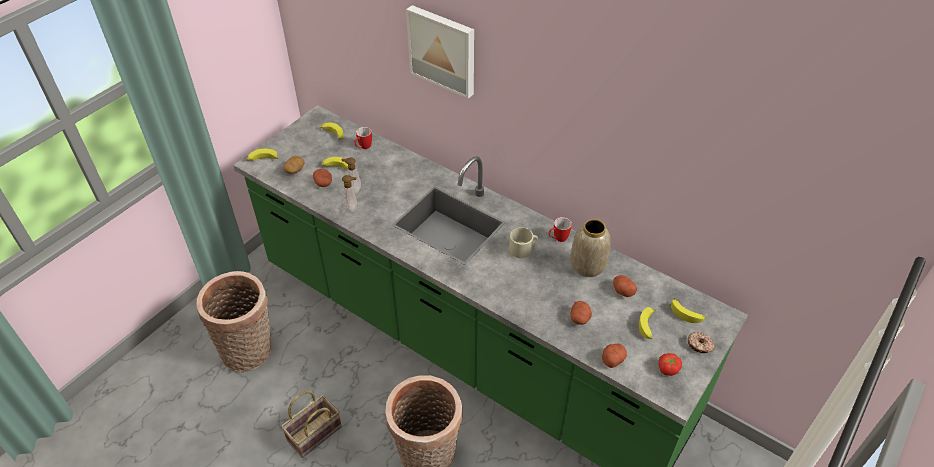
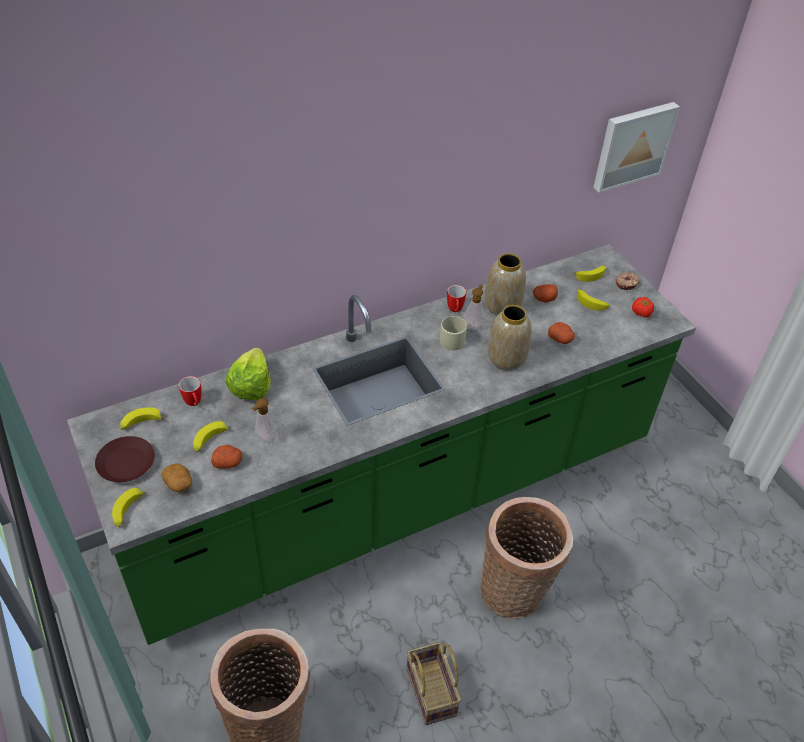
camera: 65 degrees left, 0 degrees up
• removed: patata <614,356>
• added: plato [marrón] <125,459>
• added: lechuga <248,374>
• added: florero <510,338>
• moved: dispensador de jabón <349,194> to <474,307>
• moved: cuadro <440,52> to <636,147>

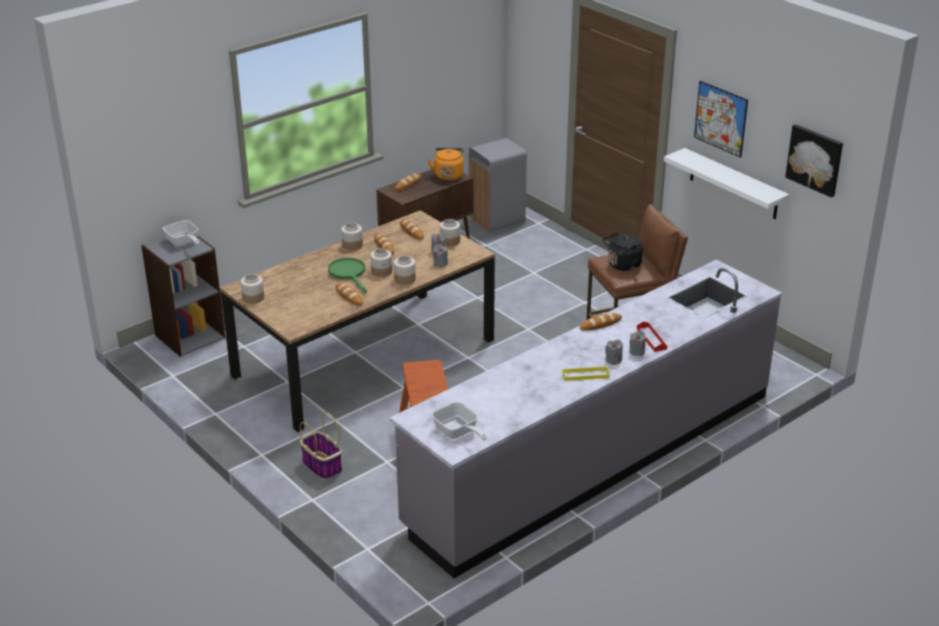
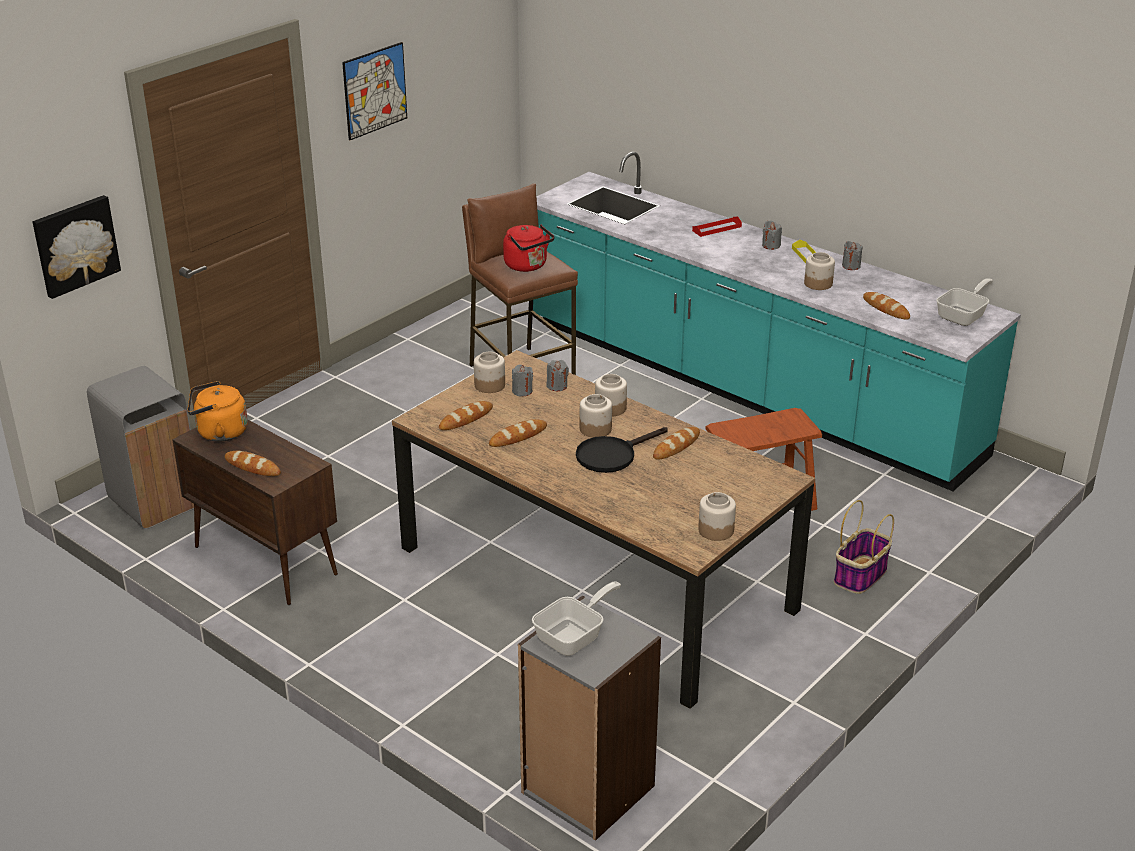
camera: 100 degrees left, 0 degrees up
• removed: estante [blanco] <726,183>
• moved: tarro <352,236> to <819,271>
• moved: pan <601,322> to <886,306>
• moved: vela [gris] <637,343> to <852,255>
• moved: cuadro <814,160> to <76,247>
• recoloured: sartén [verde] <347,275> to sartén [negro] <622,450>
• recoloured: mueble bajo de cocina [gris] <586,419> to mueble bajo de cocina [turquesa] <777,321>
• recoloured: hervidor [negro] <623,251> to hervidor [rojo] <528,248>

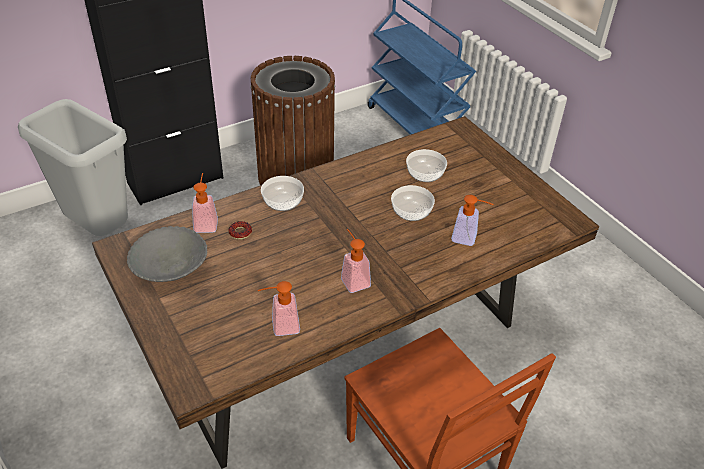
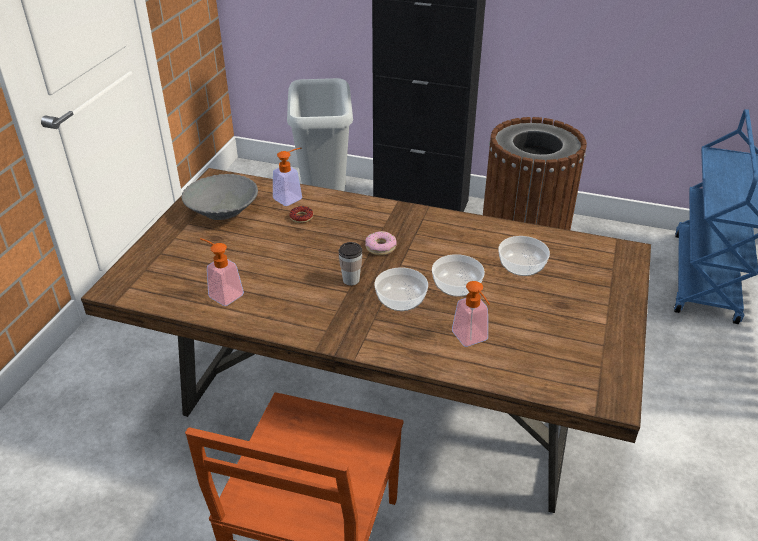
camera: 50 degrees right, 5 degrees down
• removed: dispensador de jabón <356,261>
• added: taza <350,263>
• added: rosquilla <381,243>
• moved: cuenco <282,193> to <401,289>

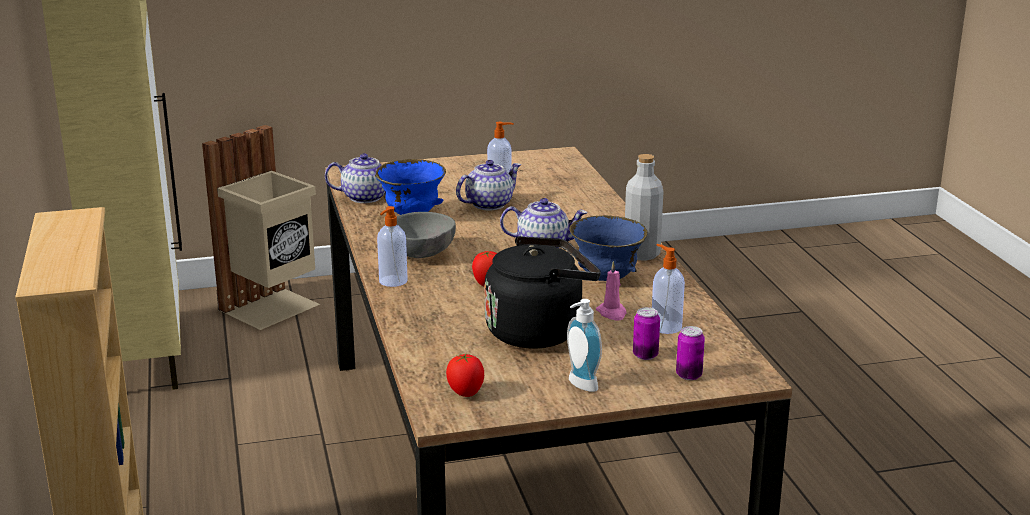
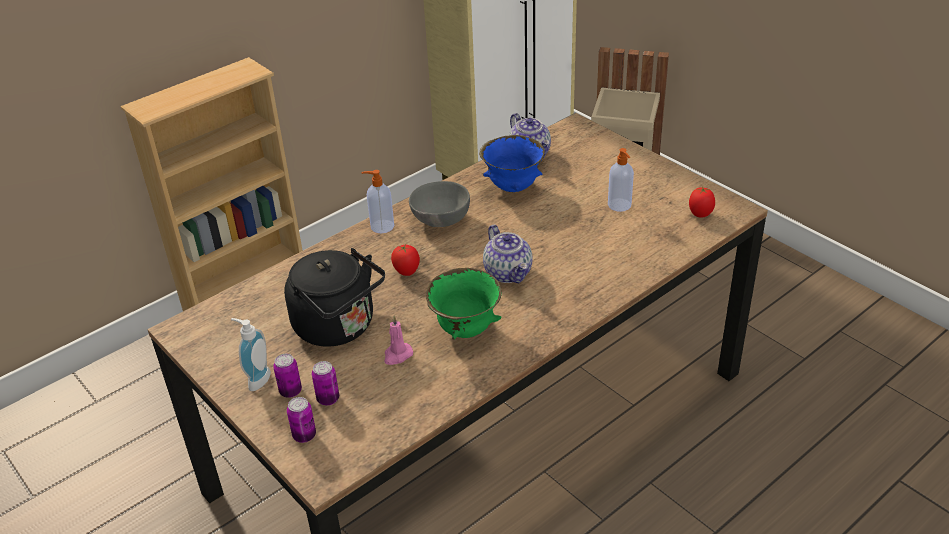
camera: 65 degrees right, 15 degrees up
• removed: tetera <489,185>
• removed: botella [gris] <644,207>
• removed: dispensador de jabón <668,289>
• added: lata <287,376>
• moved: tomate <465,375> to <702,201>
• recoloured: cuenco [azul] <608,248> to cuenco [verde] <464,304>

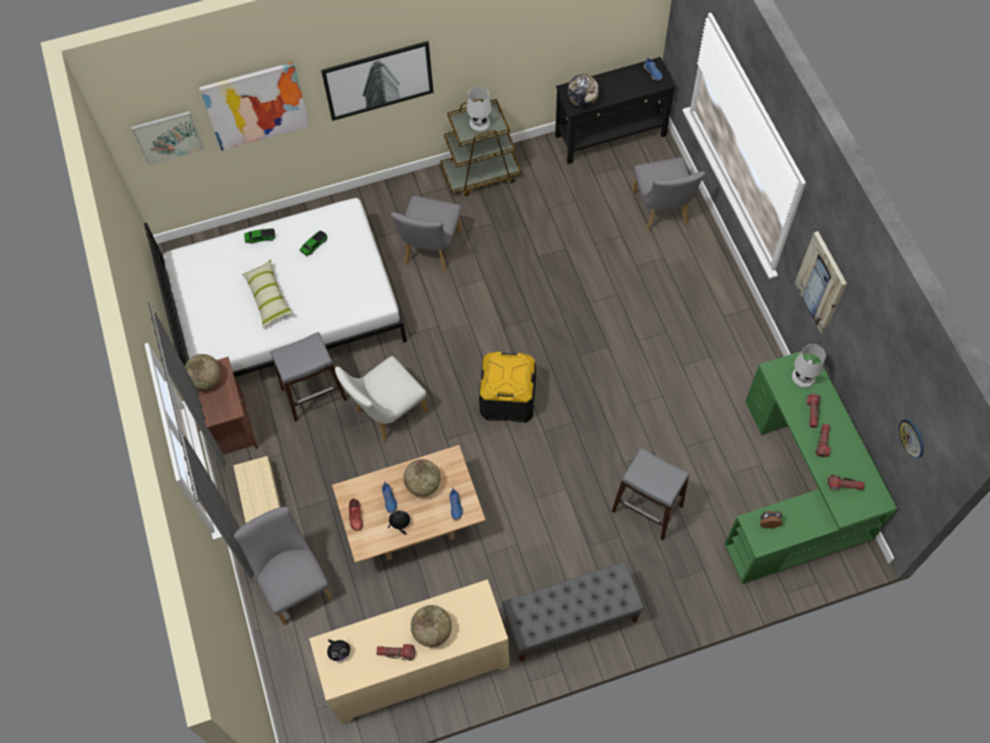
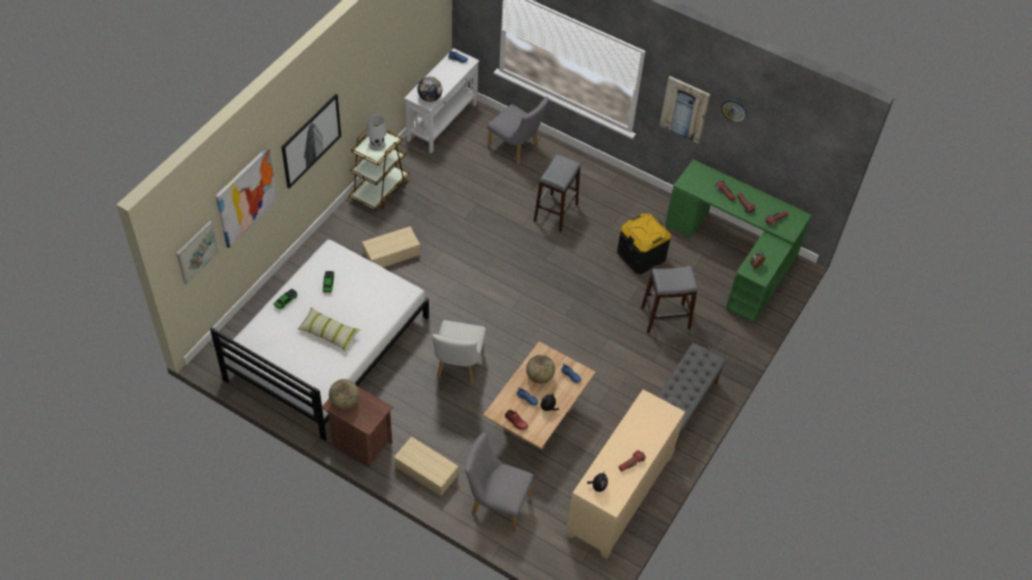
camera: 45 degrees left, 10 degrees down
• removed: globo terráqueo <431,626>
• removed: lámpara de mesa [blanco] <809,366>
• moved: taburete [gris] <308,377> to <557,193>
• moved: caja de almacenaje [negro] <507,387> to <644,243>
• moved: reloj de pared <911,439> to <734,111>
• replaced: silla [gris] <426,233> to caja de almacenaje [beis] <391,246>
• recoloured: mesa consola [negro] <615,110> to mesa consola [blanco] <441,100>

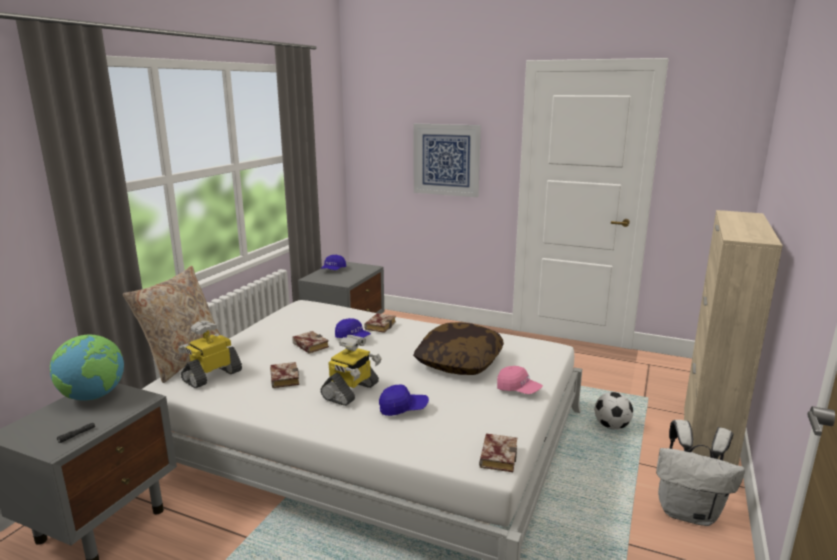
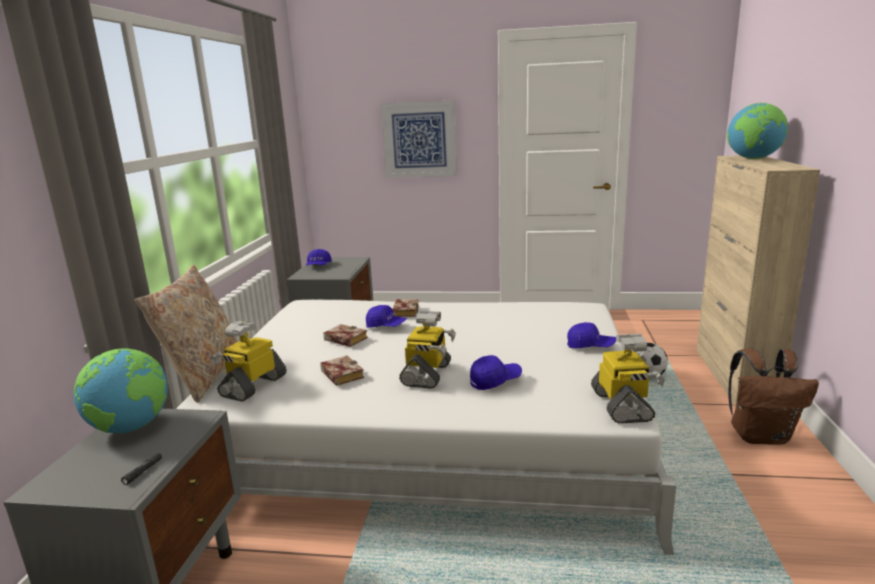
camera: 15 degrees left, 0 degrees up
• removed: cojín <458,348>
• added: globo terráqueo <757,131>
• replaced: libro <498,452> to robot de juguete <628,378>
• recoloured: gorra [rosa] <520,380> to gorra [azul] <592,335>
• recoloured: mochila [blanco] <700,473> to mochila [marrón] <773,397>

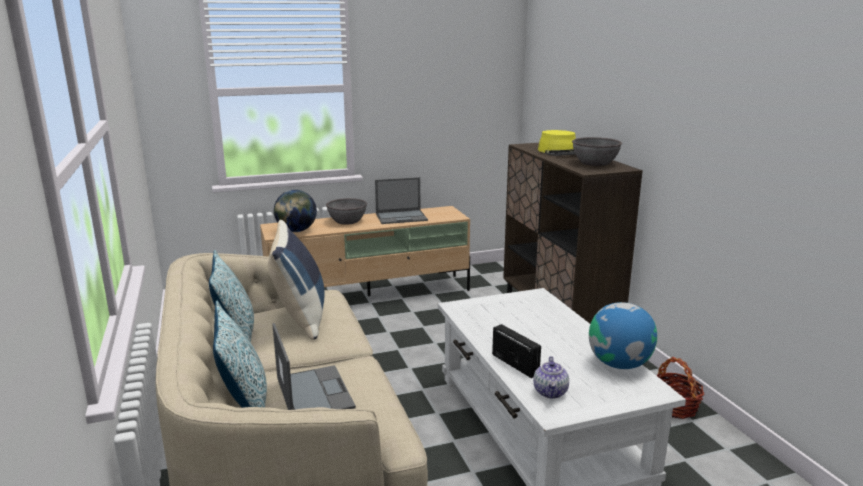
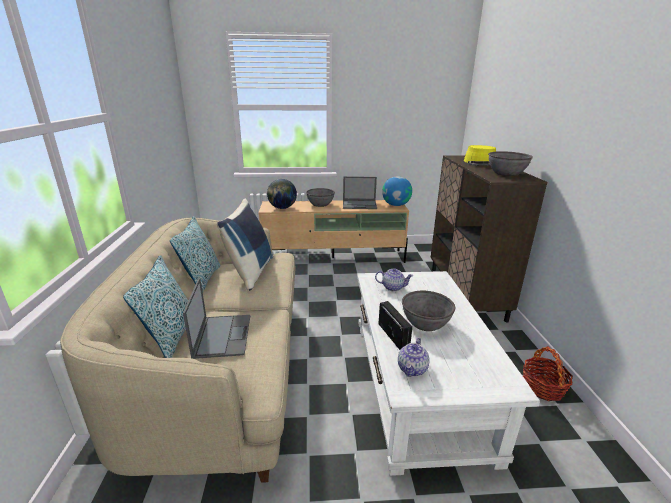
camera: 15 degrees right, 5 degrees up
• added: tetera <394,279>
• added: cuenco [gris] <428,311>
• moved: globo terráqueo <623,335> to <397,191>

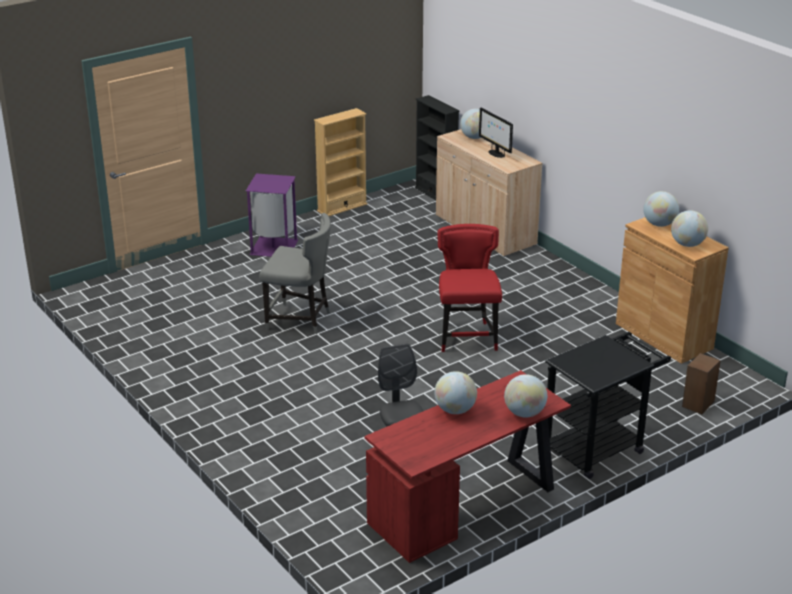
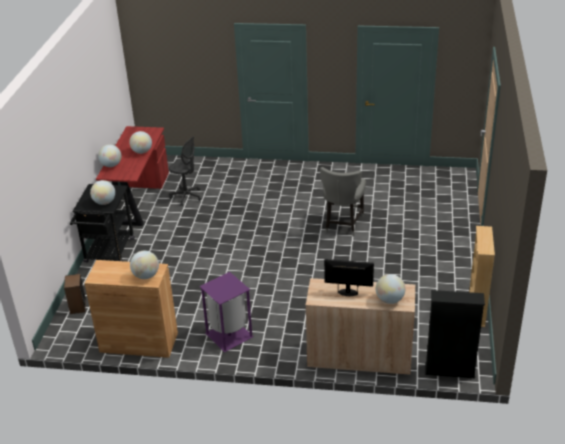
camera: 135 degrees right, 5 degrees up
• removed: silla [rojo] <470,288>
• moved: papelera [morado] <272,215> to <226,312>
• moved: globo terráqueo <689,228> to <102,192>
• turned: silla [gris] <295,273> = <343,201> 45 degrees counterclockwise

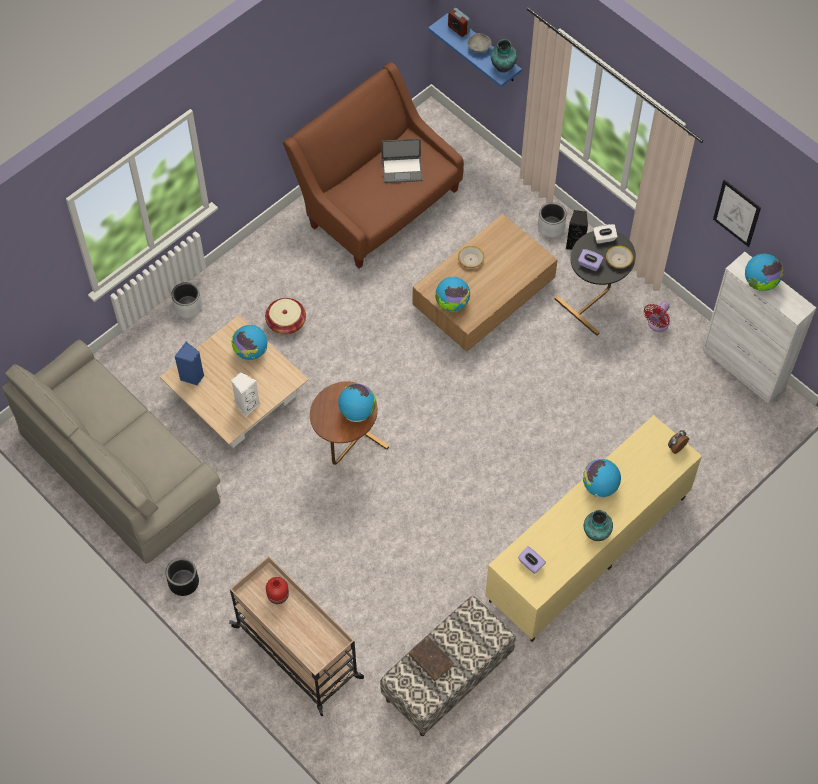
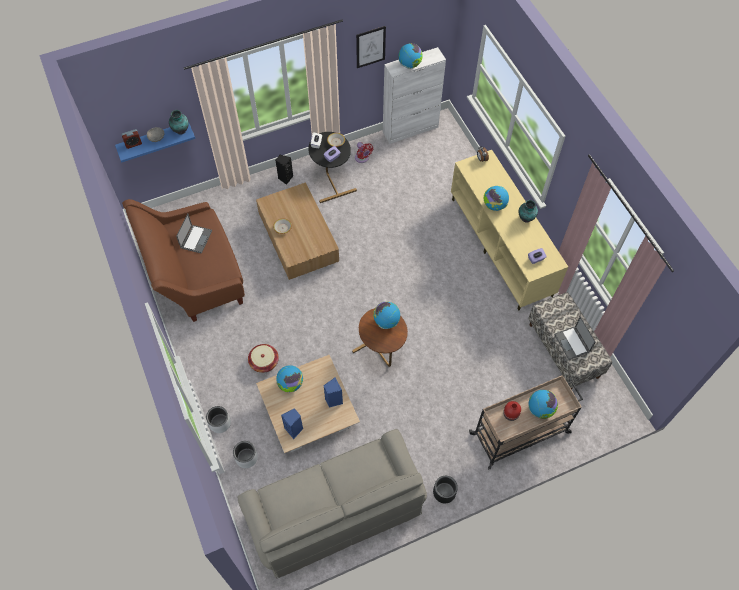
camera: 70 degrees left, 0 degrees up
• moved: globo terráqueo <452,294> to <543,404>
• moved: maceta [gris] <552,220> to <245,454>
• replaced: libro [marrón] <431,658> to portátil <575,338>
• recoloured: altavoz [blanco] <245,394> to altavoz [azul] <333,393>

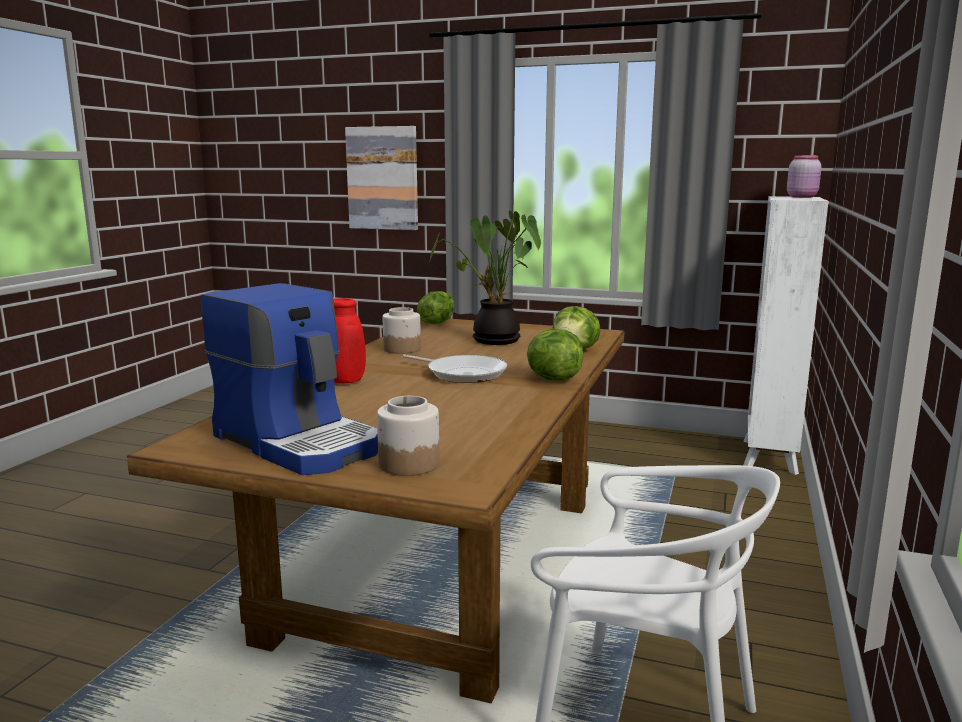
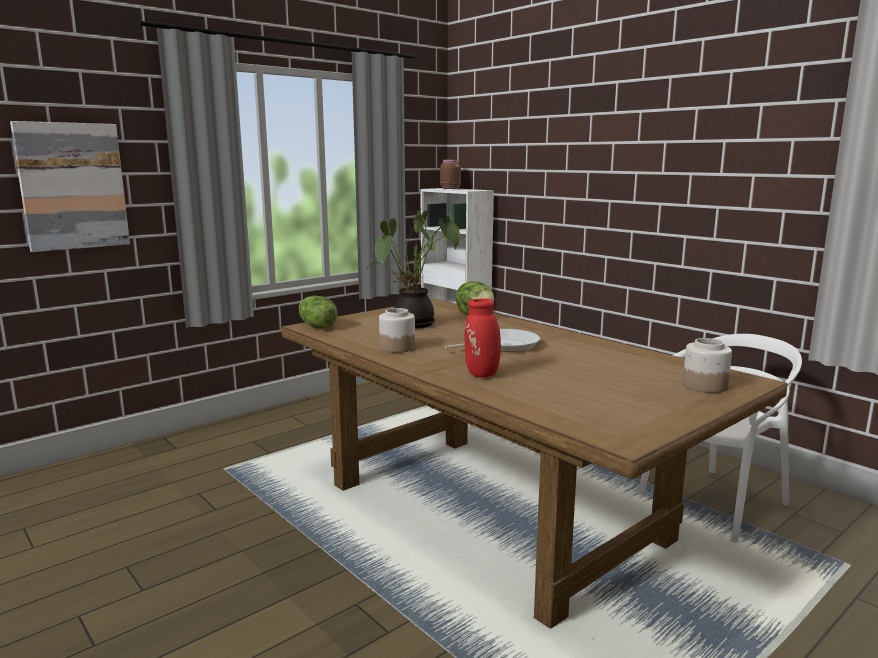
camera: 60 degrees left, 0 degrees up
• removed: cafetera <289,379>
• removed: lechuga <555,355>
• recoloured: tarro [rosa] <804,176> to tarro [marrón] <450,174>

